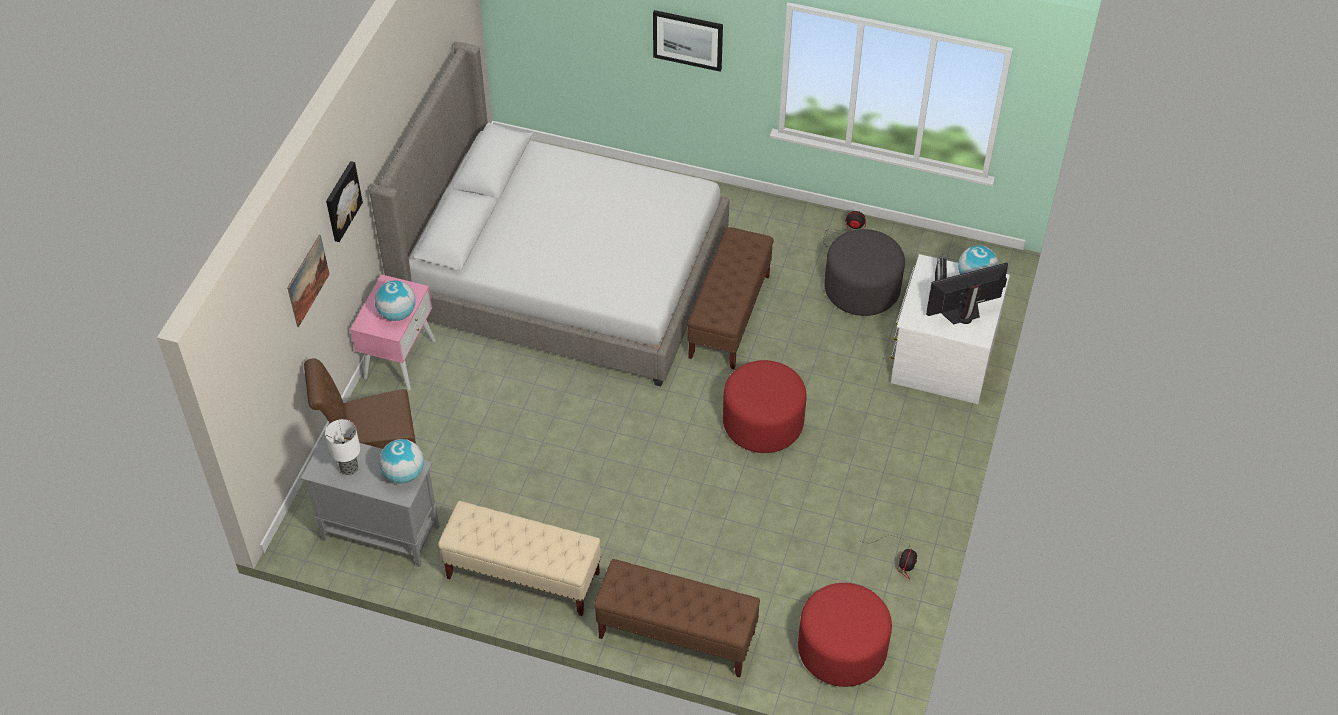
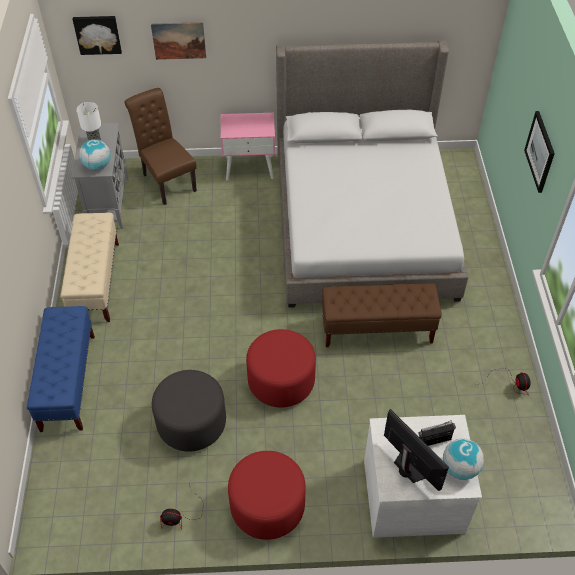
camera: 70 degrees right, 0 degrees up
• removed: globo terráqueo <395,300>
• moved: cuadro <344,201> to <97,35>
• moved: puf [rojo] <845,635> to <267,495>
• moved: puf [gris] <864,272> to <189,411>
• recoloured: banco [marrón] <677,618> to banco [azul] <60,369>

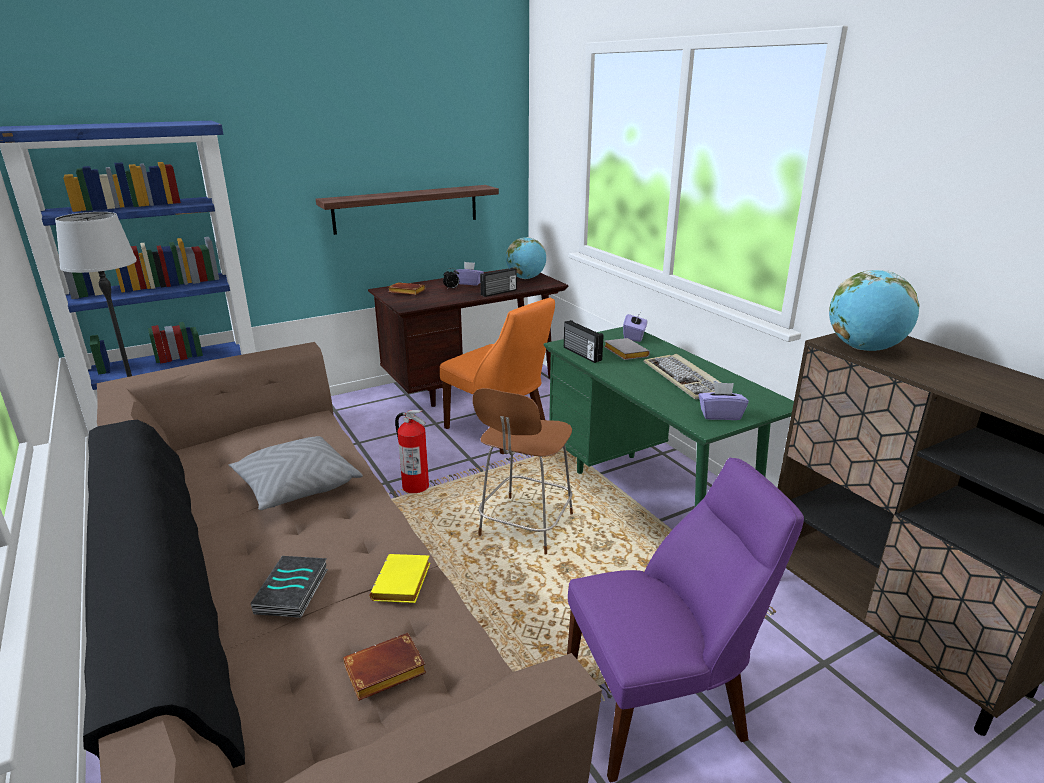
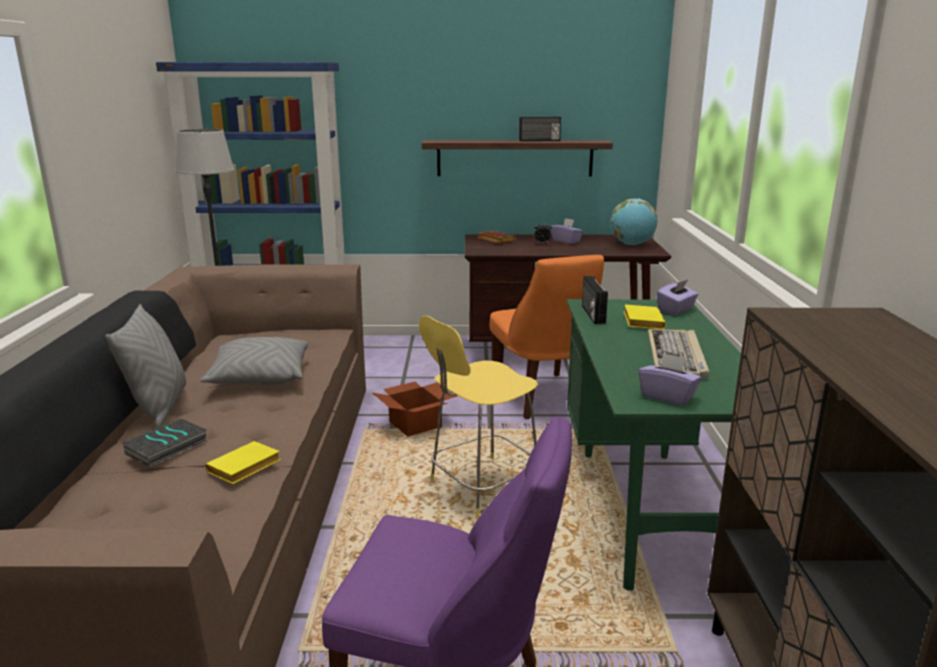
camera: 30 degrees right, 5 degrees down
• removed: libro [marrón] <384,667>
• removed: globo terráqueo <874,310>
• added: cojín [gris] <145,366>
• moved: radio <498,282> to <540,129>
• replaced: extintor <412,451> to caja de cartón <415,409>
• recoloured: taburete [marrón] <522,471> to taburete [amarillo] <478,417>
• recoloured: libro [gris] <627,349> to libro [amarillo] <645,317>

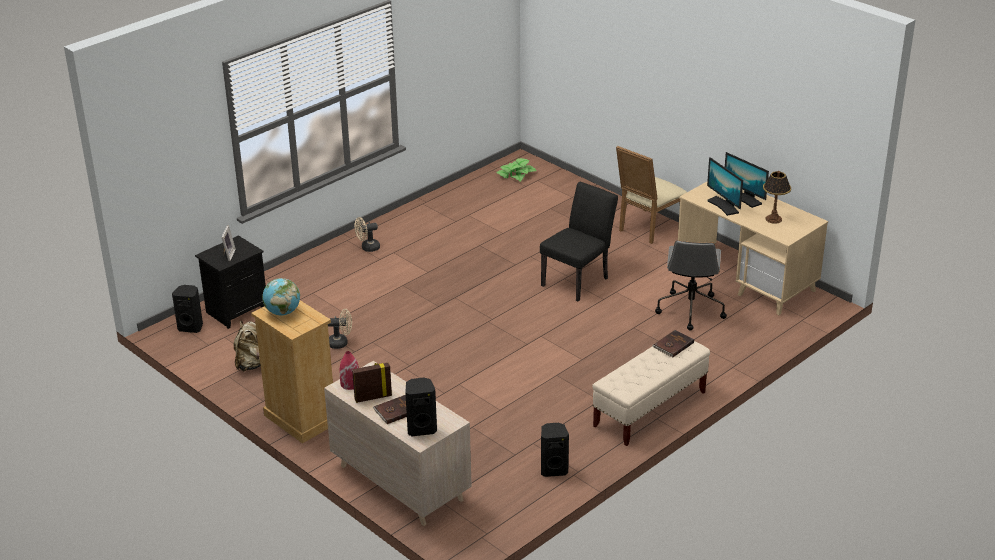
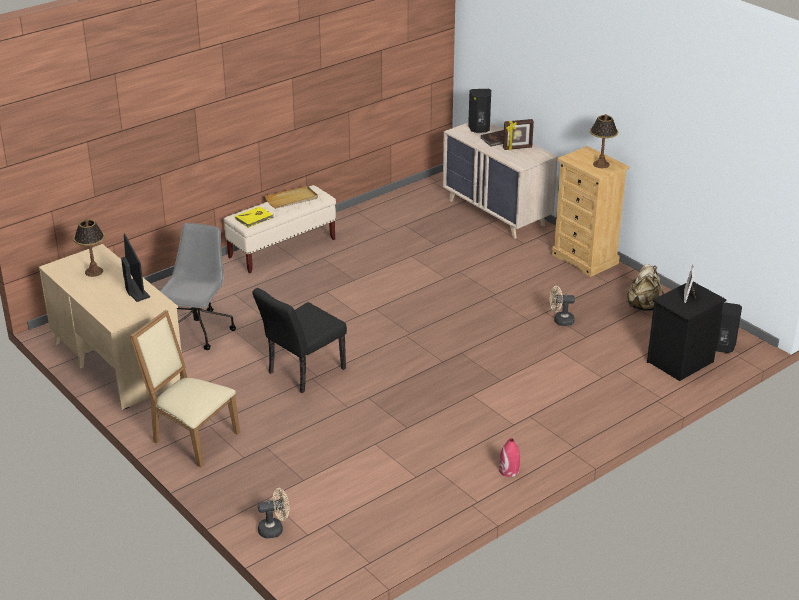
camera: 175 degrees left, 0 degrees up
• removed: planta en maceta <516,170>
• removed: altavoz [negro] <555,450>
• removed: monitor <747,180>
• added: bandeja [beis] <291,197>
• moved: florero [rojo] <349,370> to <509,457>
• moved: ventilador [beis] <367,234> to <273,513>
• replaced: globo terráqueo <281,297> to lámpara de mesa <604,141>
• recoloured: libro [marrón] <673,343> to libro [amarillo] <254,217>
• turned: silla [beis] <651,195> = <185,388> 105 degrees counterclockwise

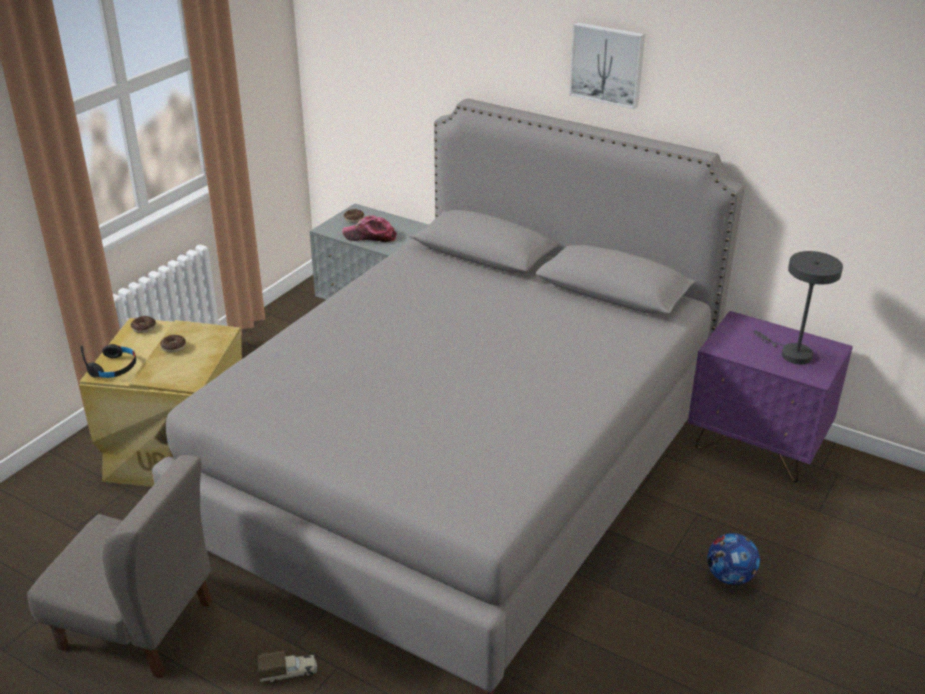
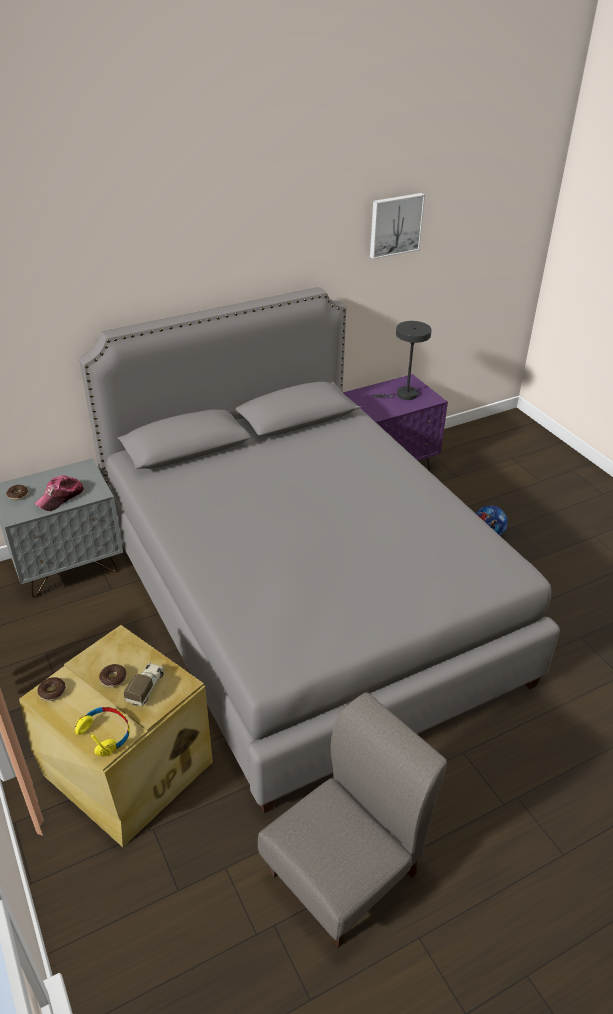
camera: 60 degrees left, 5 degrees up
• moved: camión de juguete <287,667> to <143,684>
• moved: cuadro <607,65> to <397,226>
• recoloured: auriculares [negro] <108,361> to auriculares [amarillo] <102,731>

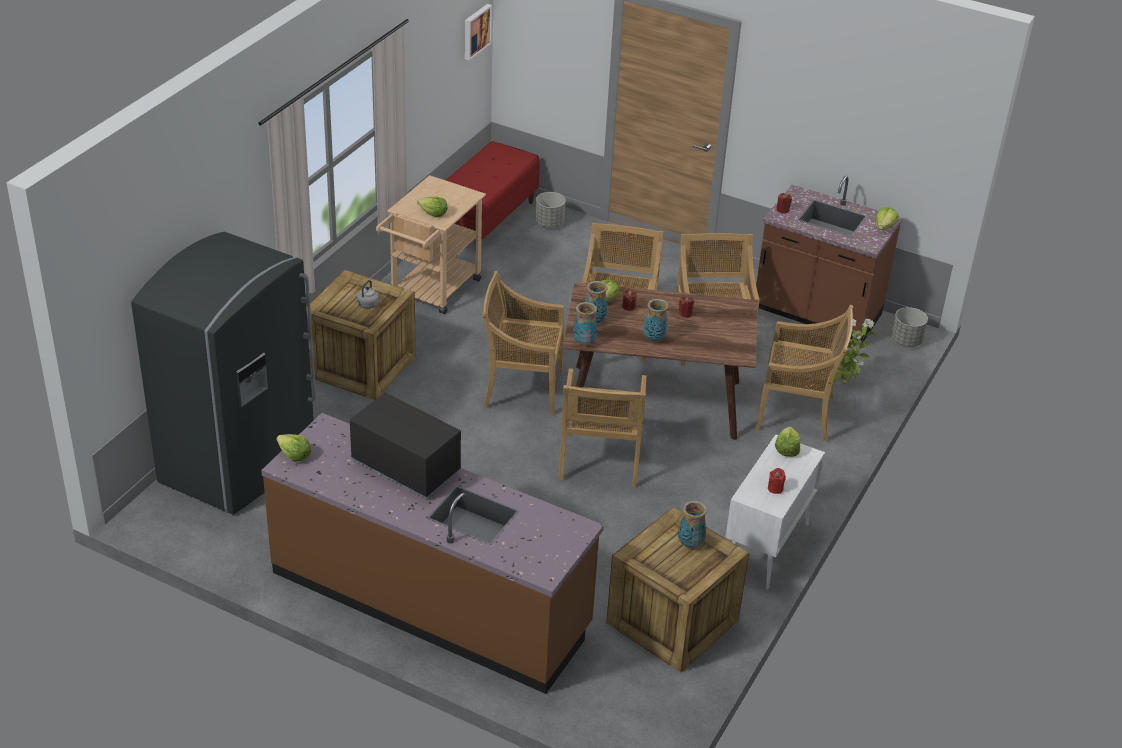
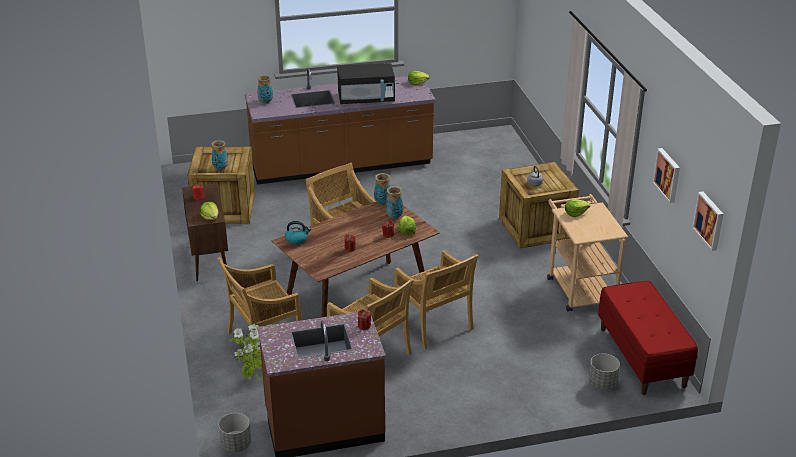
camera: 140 degrees right, 5 degrees down
• removed: nevera [gris] <223,373>
• removed: silla [beis] <523,343>
• removed: lechuga <887,218>
• added: hervidor <298,233>
• added: cuadro <666,175>
• moved: florero <656,320> to <265,89>
• recoloured: armario [blanco] <775,512> to armario [marrón] <205,232>

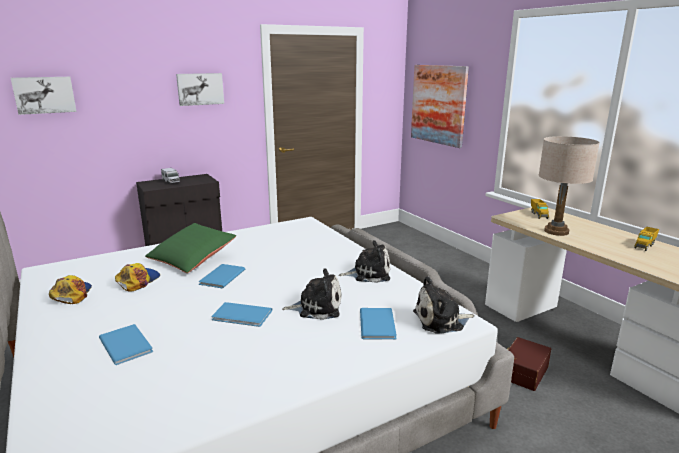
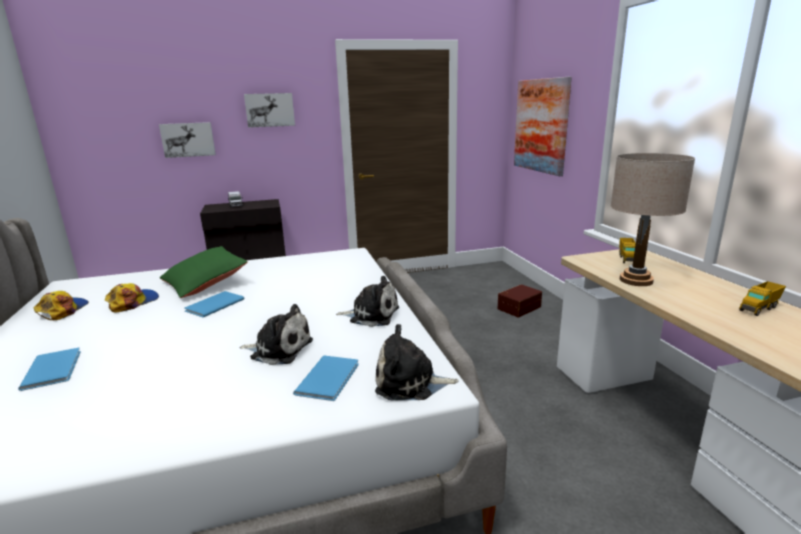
camera: 15 degrees right, 0 degrees up
• removed: libro [azul] <241,314>
• moved: cuadro <44,96> to <187,140>
• moved: caja de almacenaje [marrón] <529,364> to <520,301>

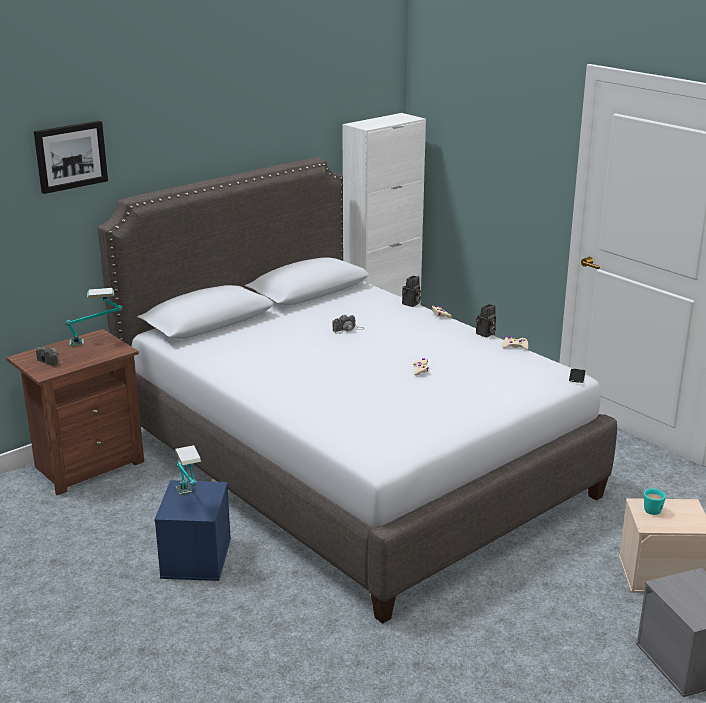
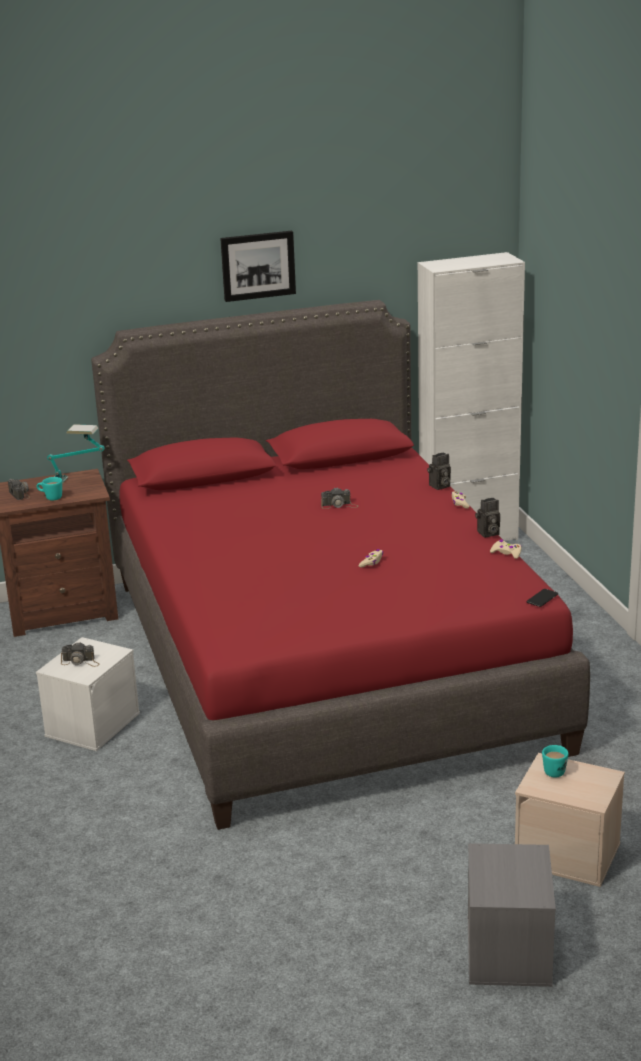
camera: 25 degrees right, 0 degrees up
• added: taza grande [turquesa] <49,489>
• moved: cuadro <71,157> to <258,266>
• replaced: lámpara de mesa <188,470> to cámara <80,654>
• recoloured: cama [gris] <357,390> to cama [rojo] <340,565>
• recoloured: caja de almacenaje [azul] <192,530> to caja de almacenaje [blanco] <88,694>

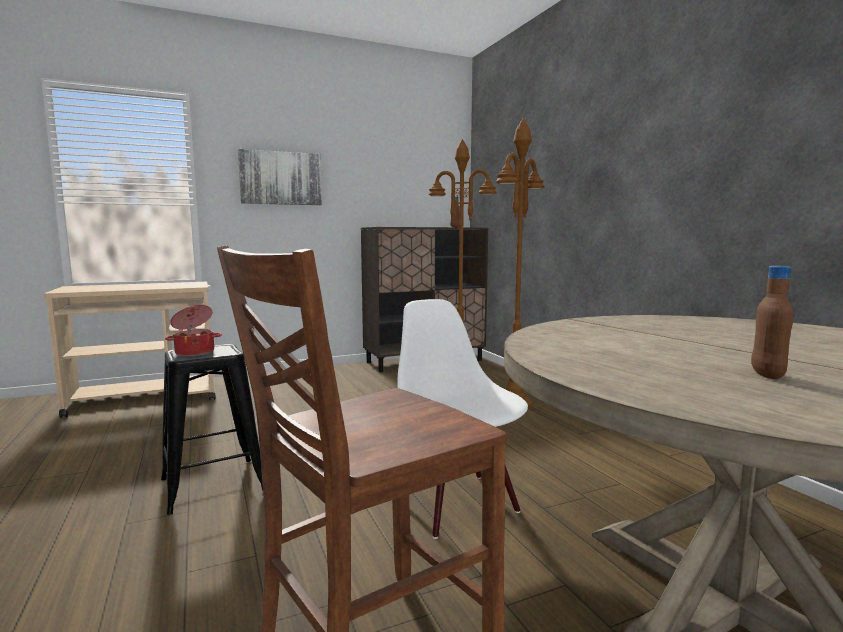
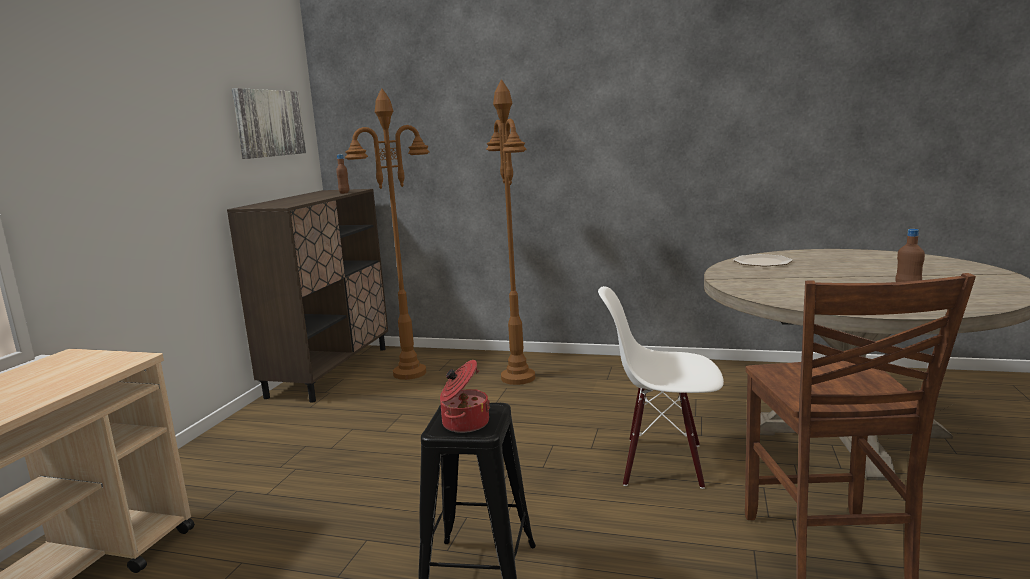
camera: 50 degrees left, 5 degrees up
• added: plato <763,260>
• moved: cuadro <280,177> to <269,123>

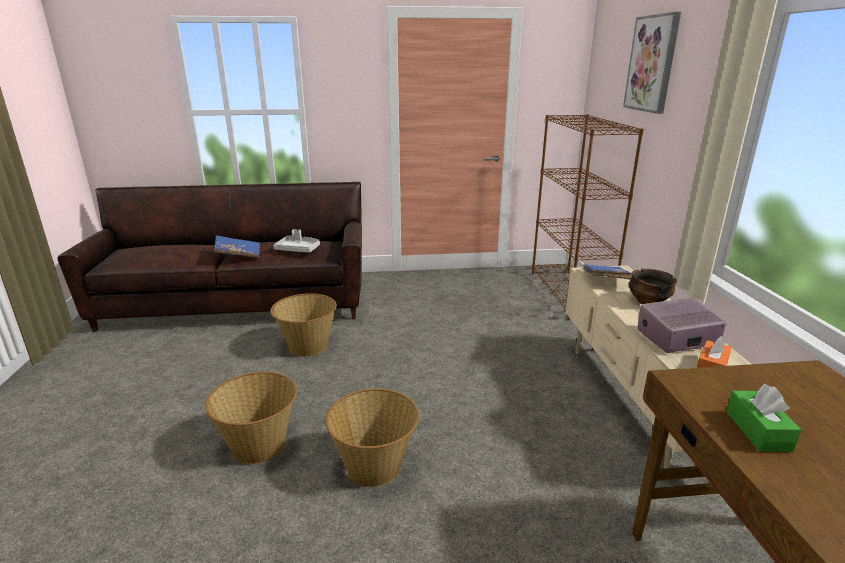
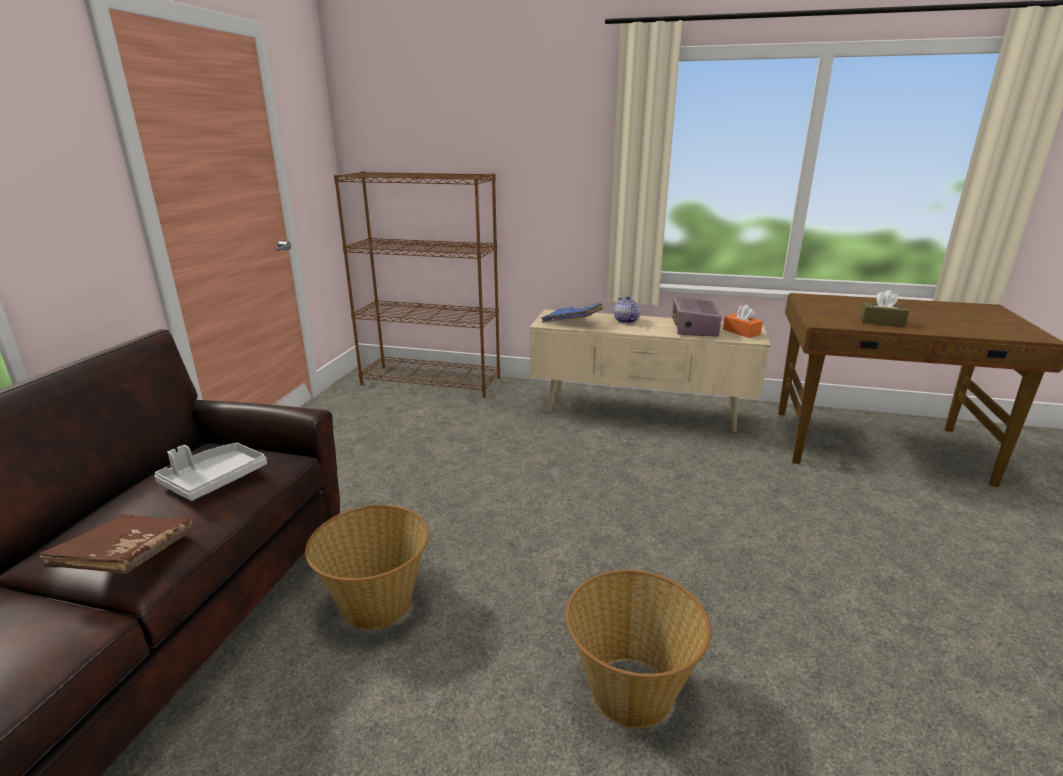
camera: 70 degrees left, 0 degrees up
• removed: cesta <372,438>
• removed: cuadro <652,63>
• replaced: cuenco <653,286> to tetera <627,310>
• recoloured: libro [azul] <237,246> to libro [marrón] <117,544>
• recoloured: caja de pañuelos [verde] <763,418> to caja de pañuelos [marrón] <884,308>

